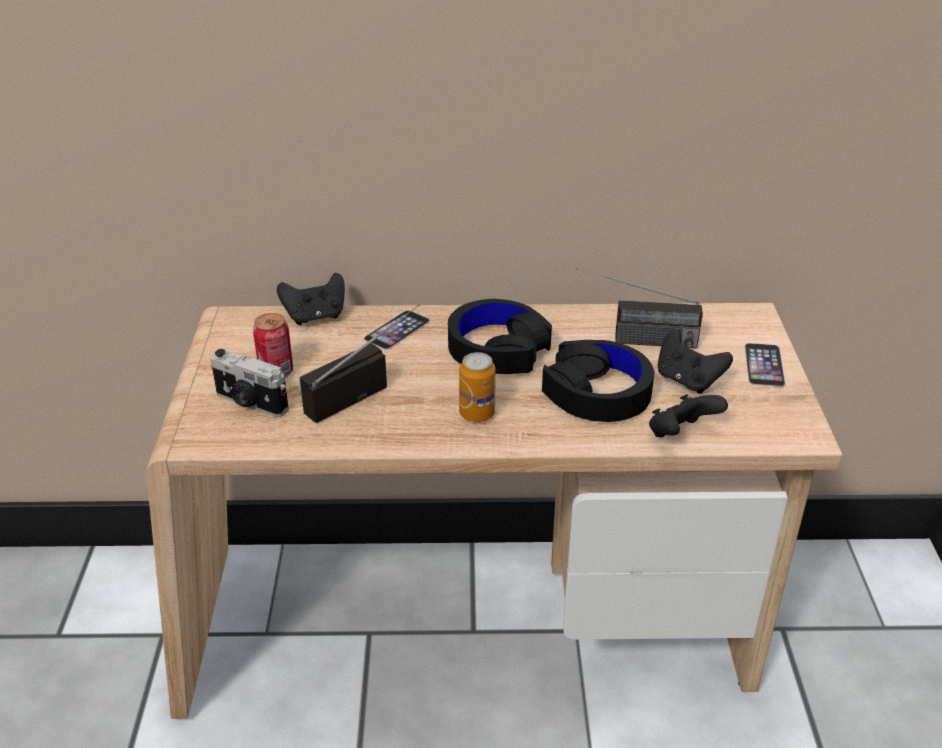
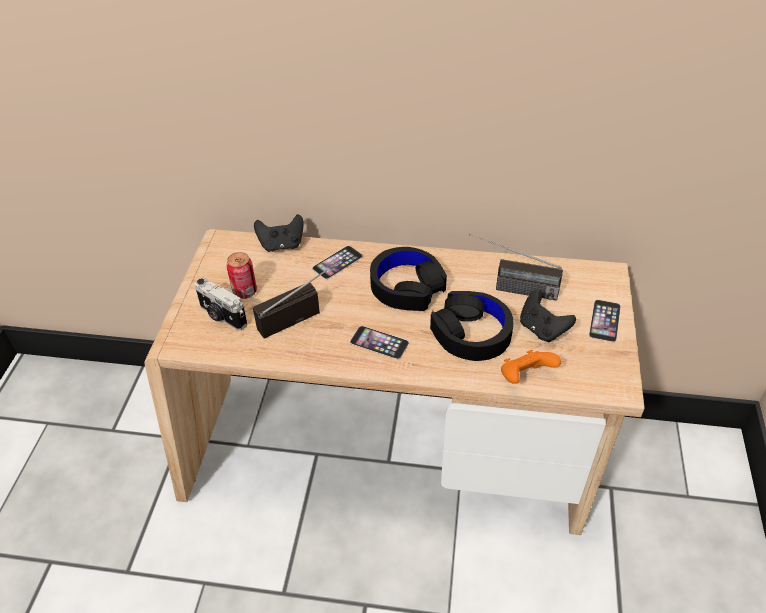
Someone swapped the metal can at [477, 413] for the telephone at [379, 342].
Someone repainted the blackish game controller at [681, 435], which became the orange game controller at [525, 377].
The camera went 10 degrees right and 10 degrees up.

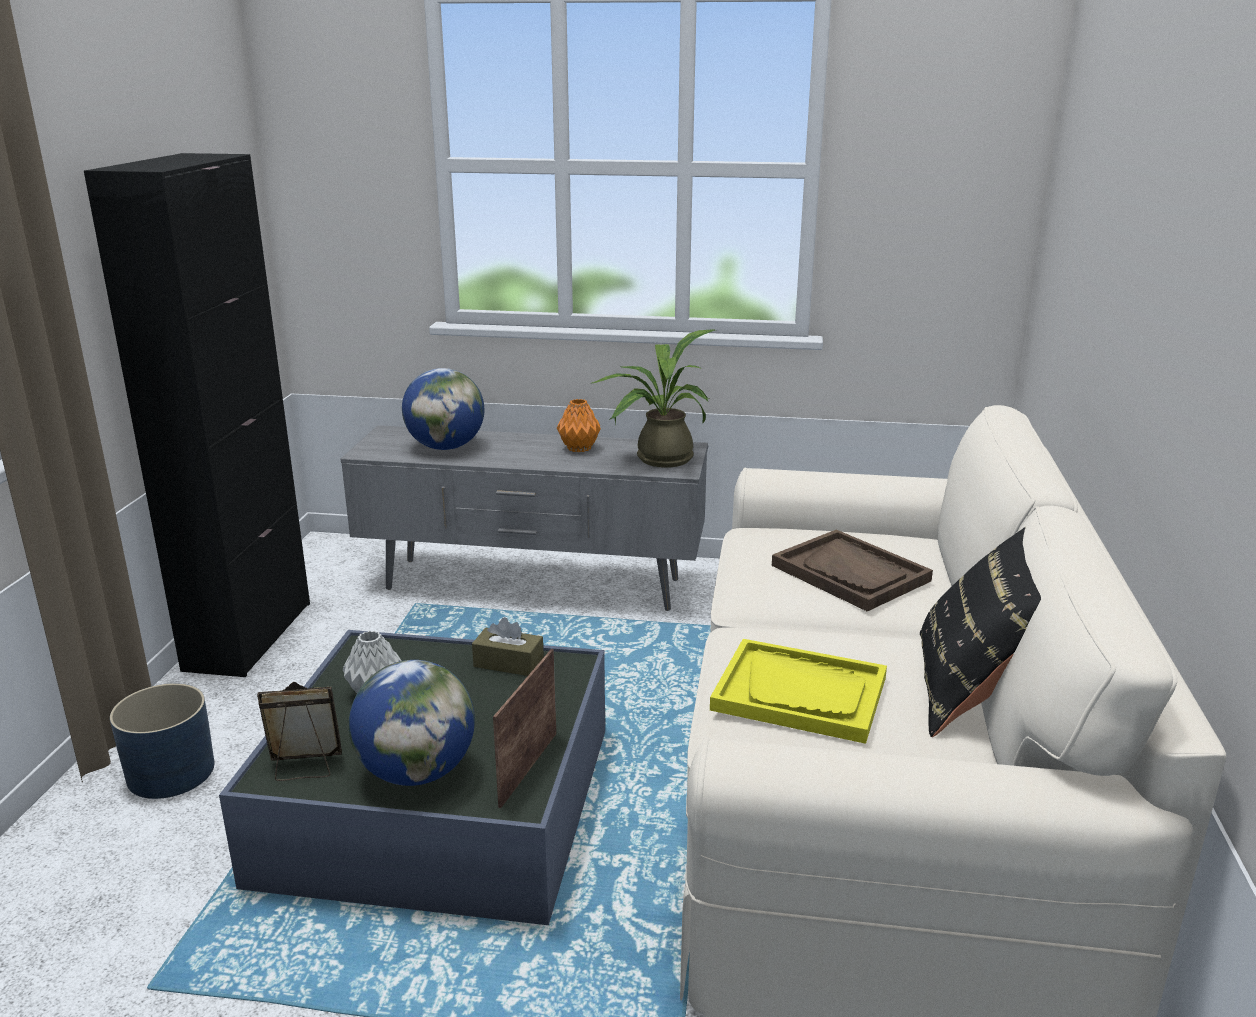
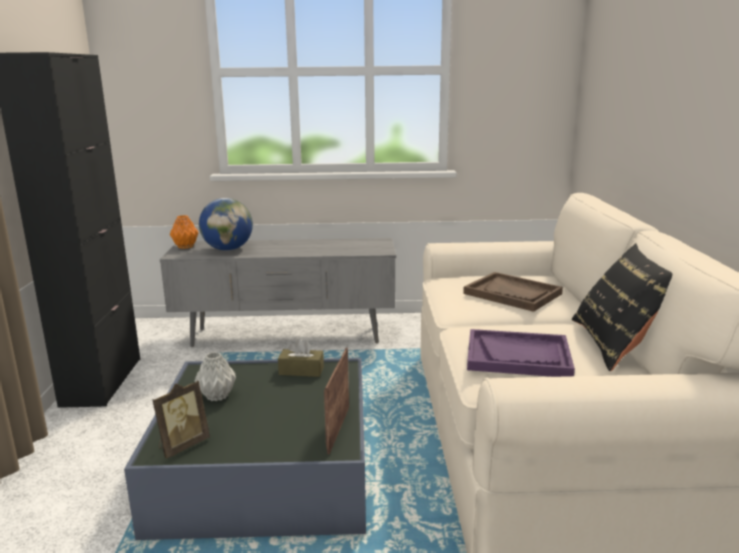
Someone took away the blue planter at [170, 772].
Someone took away the world globe at [416, 772].
Someone took away the potted plant at [657, 459].
Someone carried the orange flower vase from [579, 448] to [186, 246].
Someone repainted the yellowish carrying tray at [800, 694], which became the purple carrying tray at [518, 356].
Someone rotated the photo frame at [305, 768] by 150 degrees clockwise.
The camera went 10 degrees left and 5 degrees down.

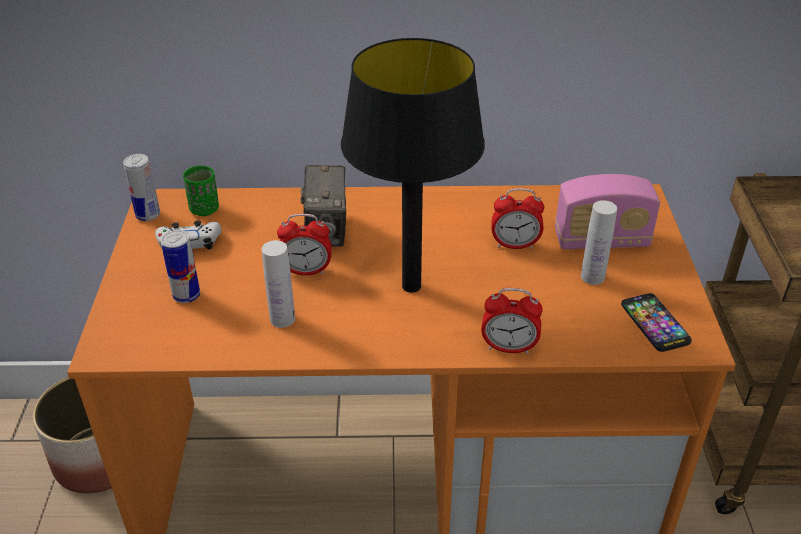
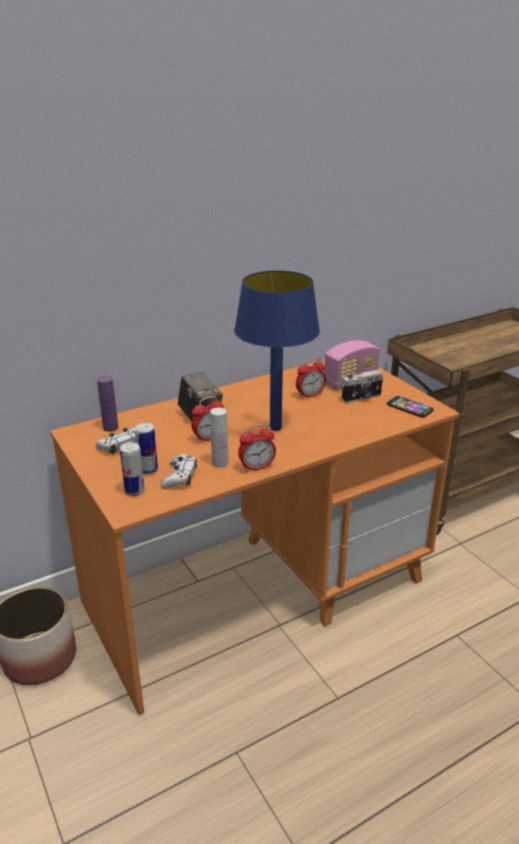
Someone put down the white game controller at [179, 477].
Someone carried the metal can from [148, 215] to [134, 491].
Someone carried the table clock from [509, 348] to [257, 467].
Someone swapped the green drinking cup at [204, 209] for the purple beverage bottle at [110, 428].
Someone swapped the white beverage bottle at [592, 277] for the photo camera at [362, 398].
Someone repainted the blackish lamp for a table at [410, 286], which became the blue lamp for a table at [275, 428].
The camera went 30 degrees left and 10 degrees down.

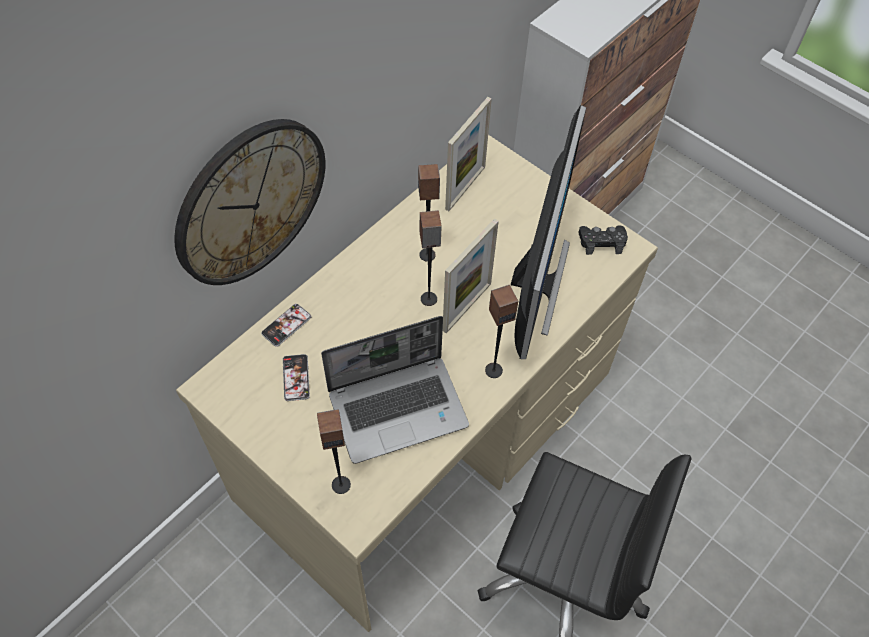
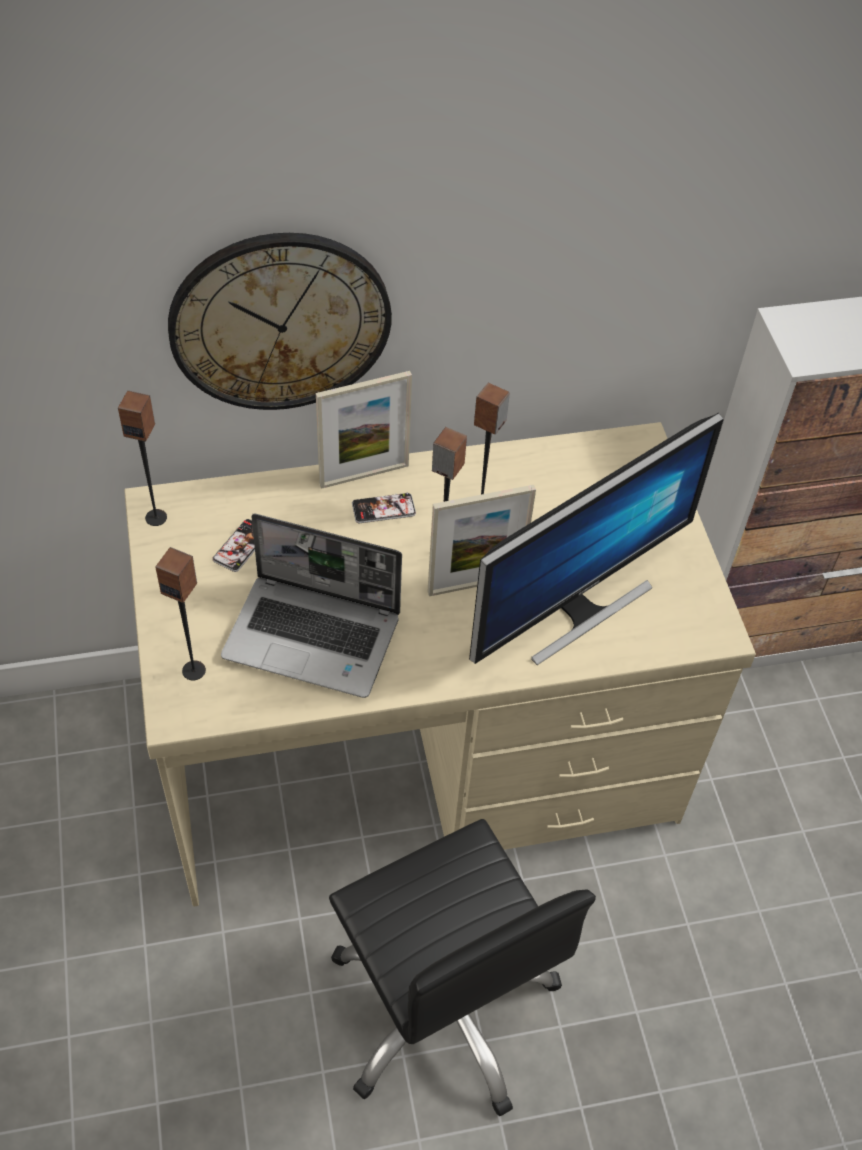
Someone took away the blackish game controller at [601, 242].
Someone carried the telephone from [286, 325] to [383, 509].
Someone carried the photo frame from [465, 188] to [364, 475].
Someone carried the speaker from [493, 370] to [156, 517].
The camera went 35 degrees right and 5 degrees down.

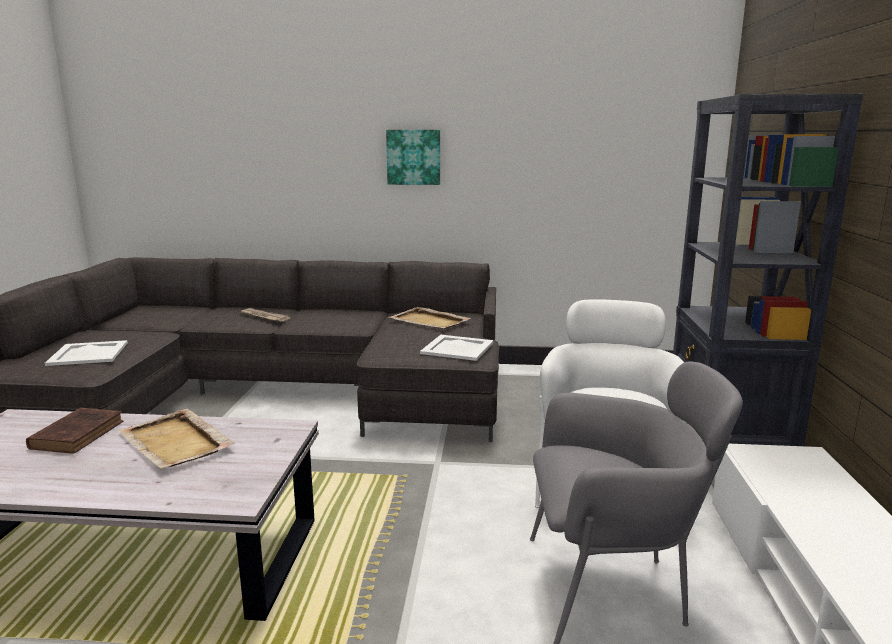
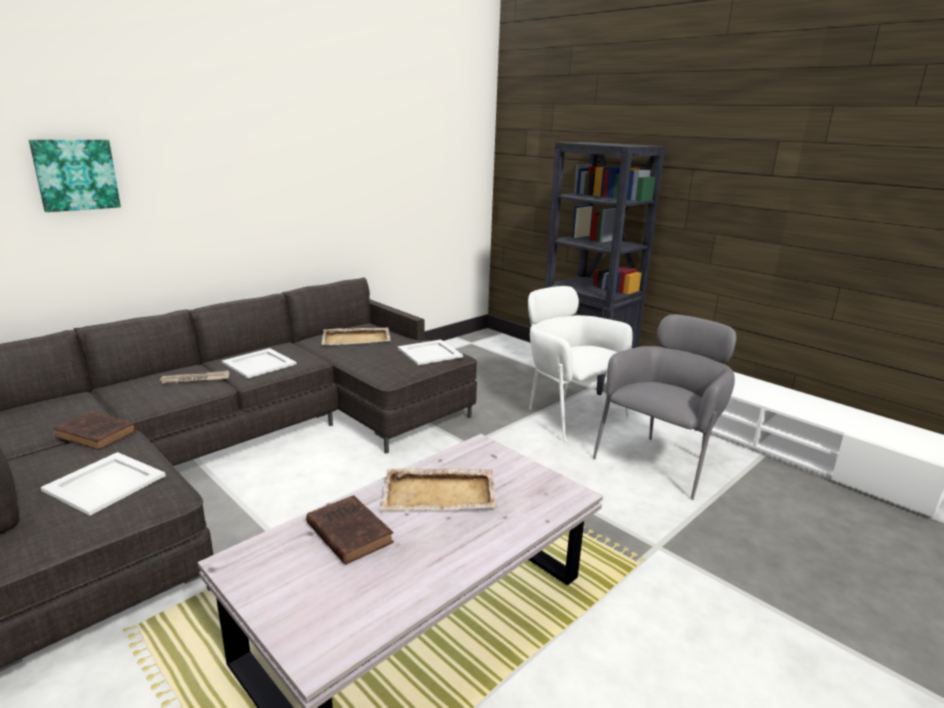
Someone put down the brown bound book at [98, 434].
Someone put down the white carrying tray at [259, 364].
Someone carried the picture from [413, 157] to [76, 174].
The camera went 50 degrees left and 5 degrees up.

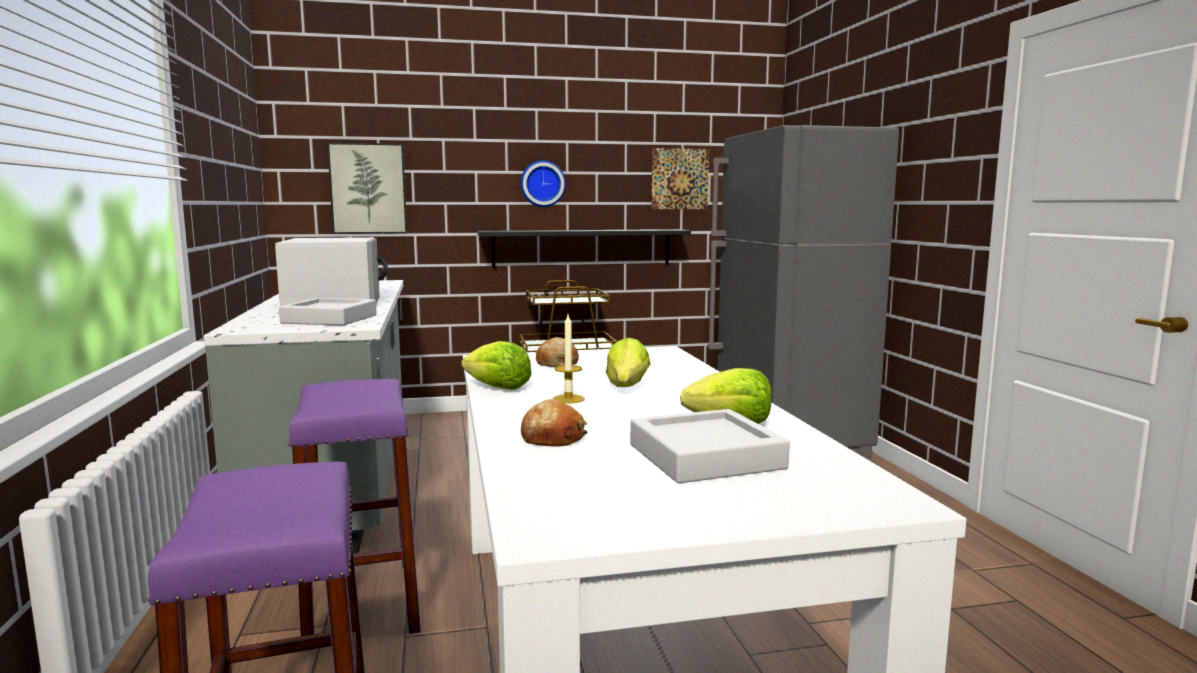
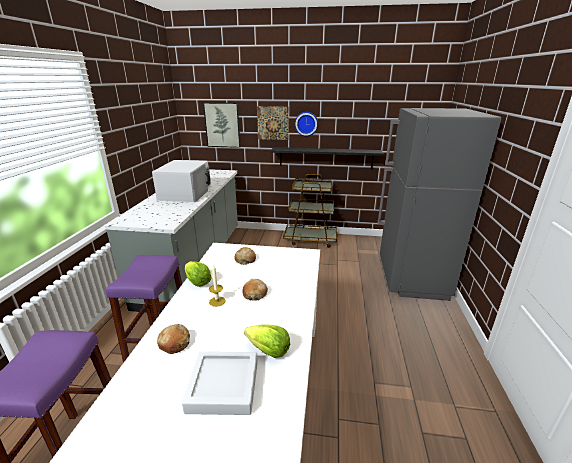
Someone took away the grey carrying tray at [330, 319].
Someone carried the picture from [680, 179] to [273, 123].
Someone swapped the lettuce at [627, 387] for the baked bread at [255, 293].
The camera went 20 degrees right and 15 degrees up.

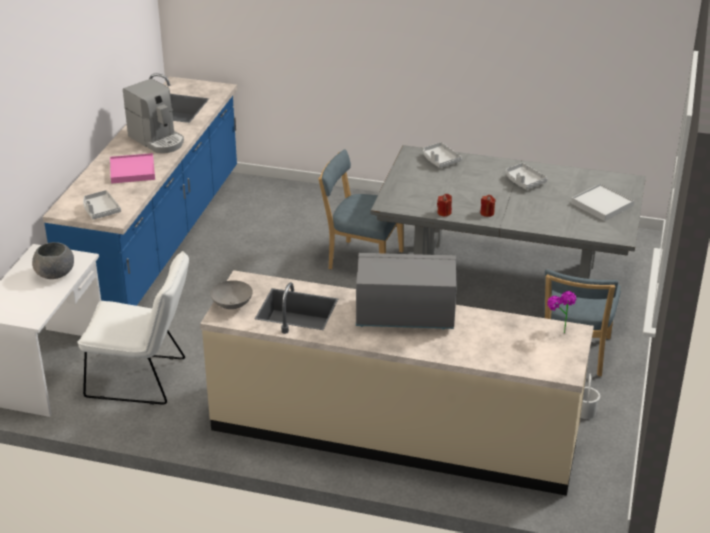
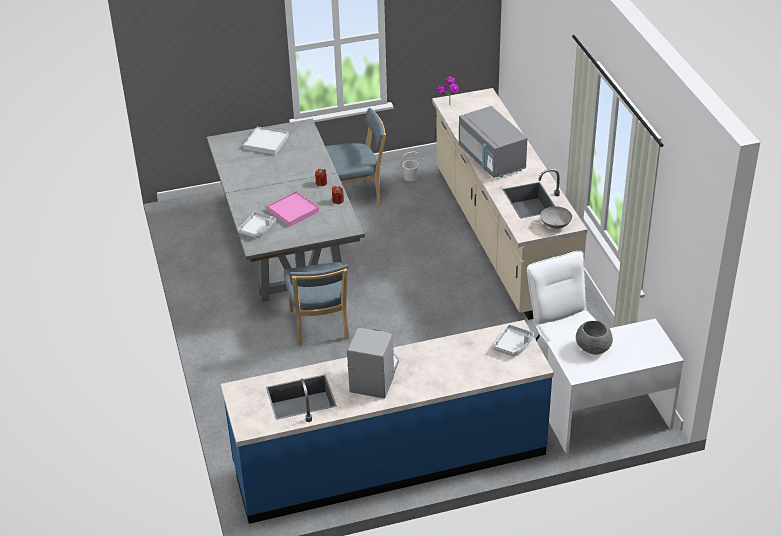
Someone took away the grey carrying tray at [524, 181].
Someone carried the pink-coloured carrying tray from [132, 171] to [293, 211].
The camera went 120 degrees left and 5 degrees up.

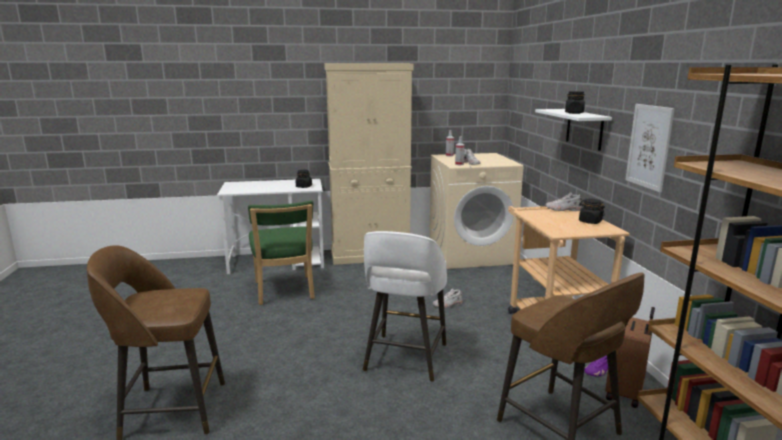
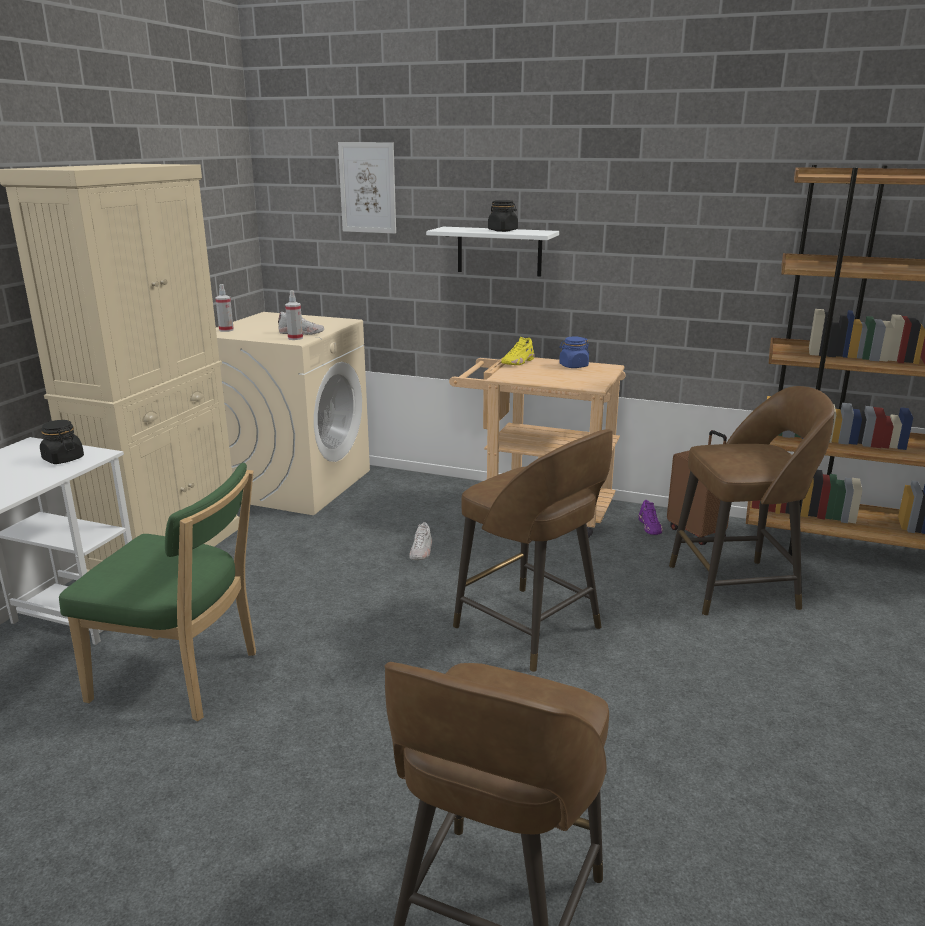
Someone carried the picture from [649, 146] to [368, 188].
Someone repainted the white stool at [405, 358], which became the brown stool at [530, 629].
Someone repainted the white item of footwear at [563, 209], which became the yellowish item of footwear at [518, 362].
Someone repainted the blackish preserve jar at [590, 222], which became the blue preserve jar at [573, 366].
The camera went 60 degrees left and 5 degrees up.

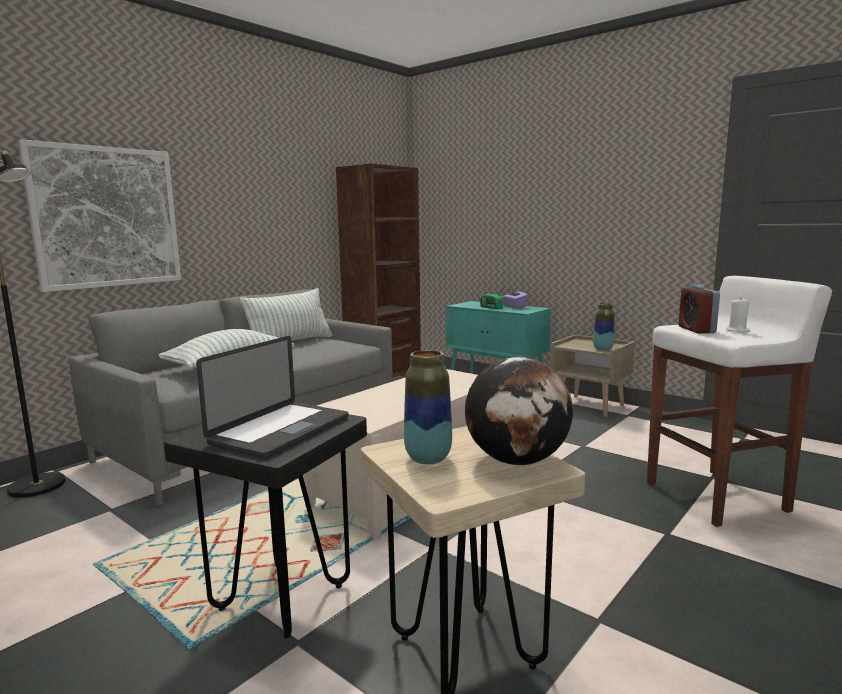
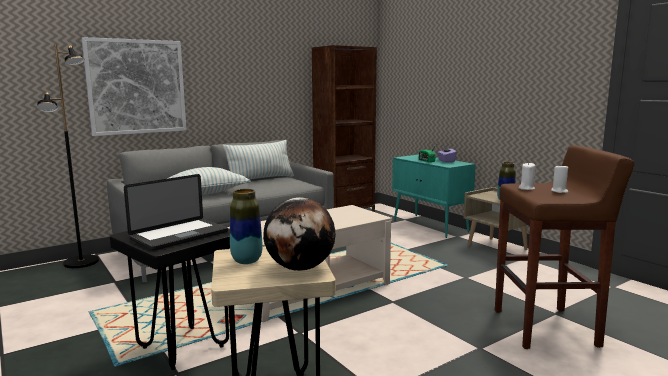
Someone swapped the table clock at [696, 330] for the white candle at [526, 188].
Someone repainted the white stool at [717, 497], which became the brown stool at [546, 328].
The camera went 15 degrees right and 0 degrees up.

